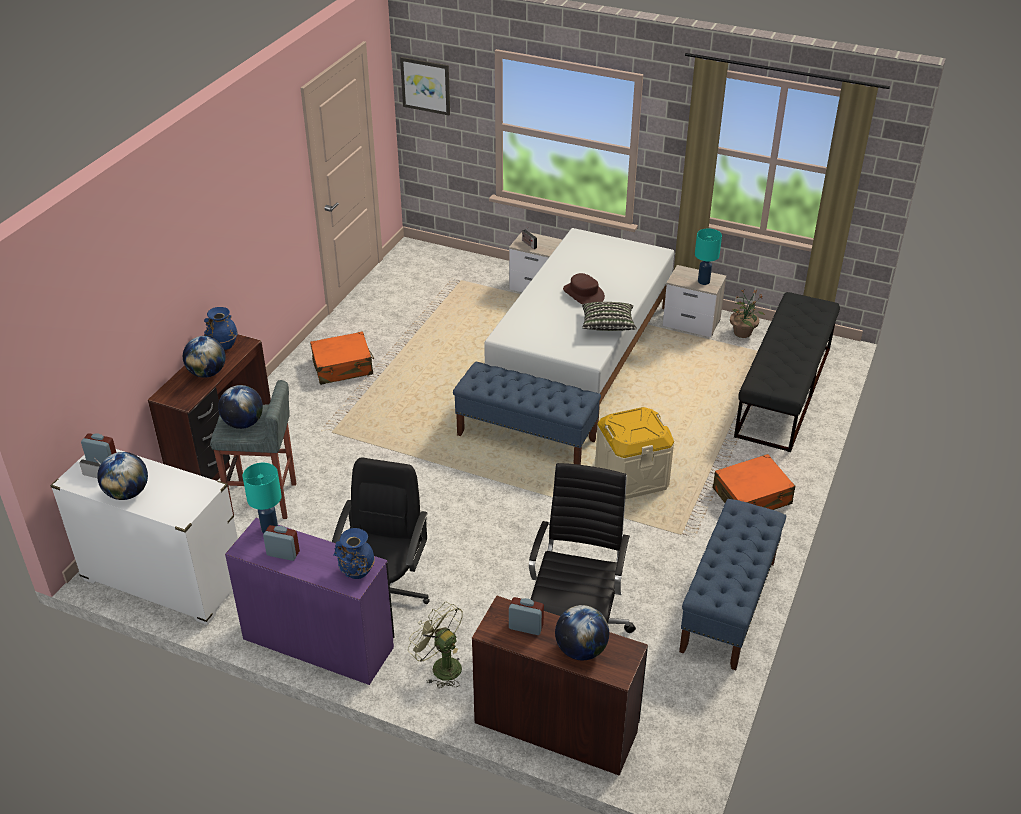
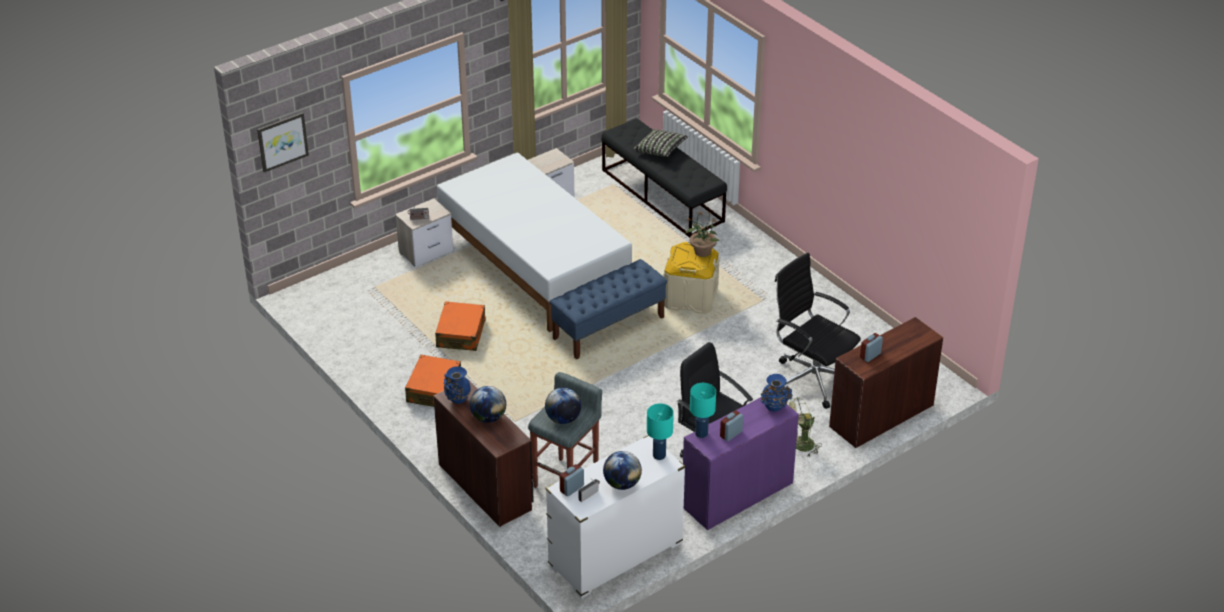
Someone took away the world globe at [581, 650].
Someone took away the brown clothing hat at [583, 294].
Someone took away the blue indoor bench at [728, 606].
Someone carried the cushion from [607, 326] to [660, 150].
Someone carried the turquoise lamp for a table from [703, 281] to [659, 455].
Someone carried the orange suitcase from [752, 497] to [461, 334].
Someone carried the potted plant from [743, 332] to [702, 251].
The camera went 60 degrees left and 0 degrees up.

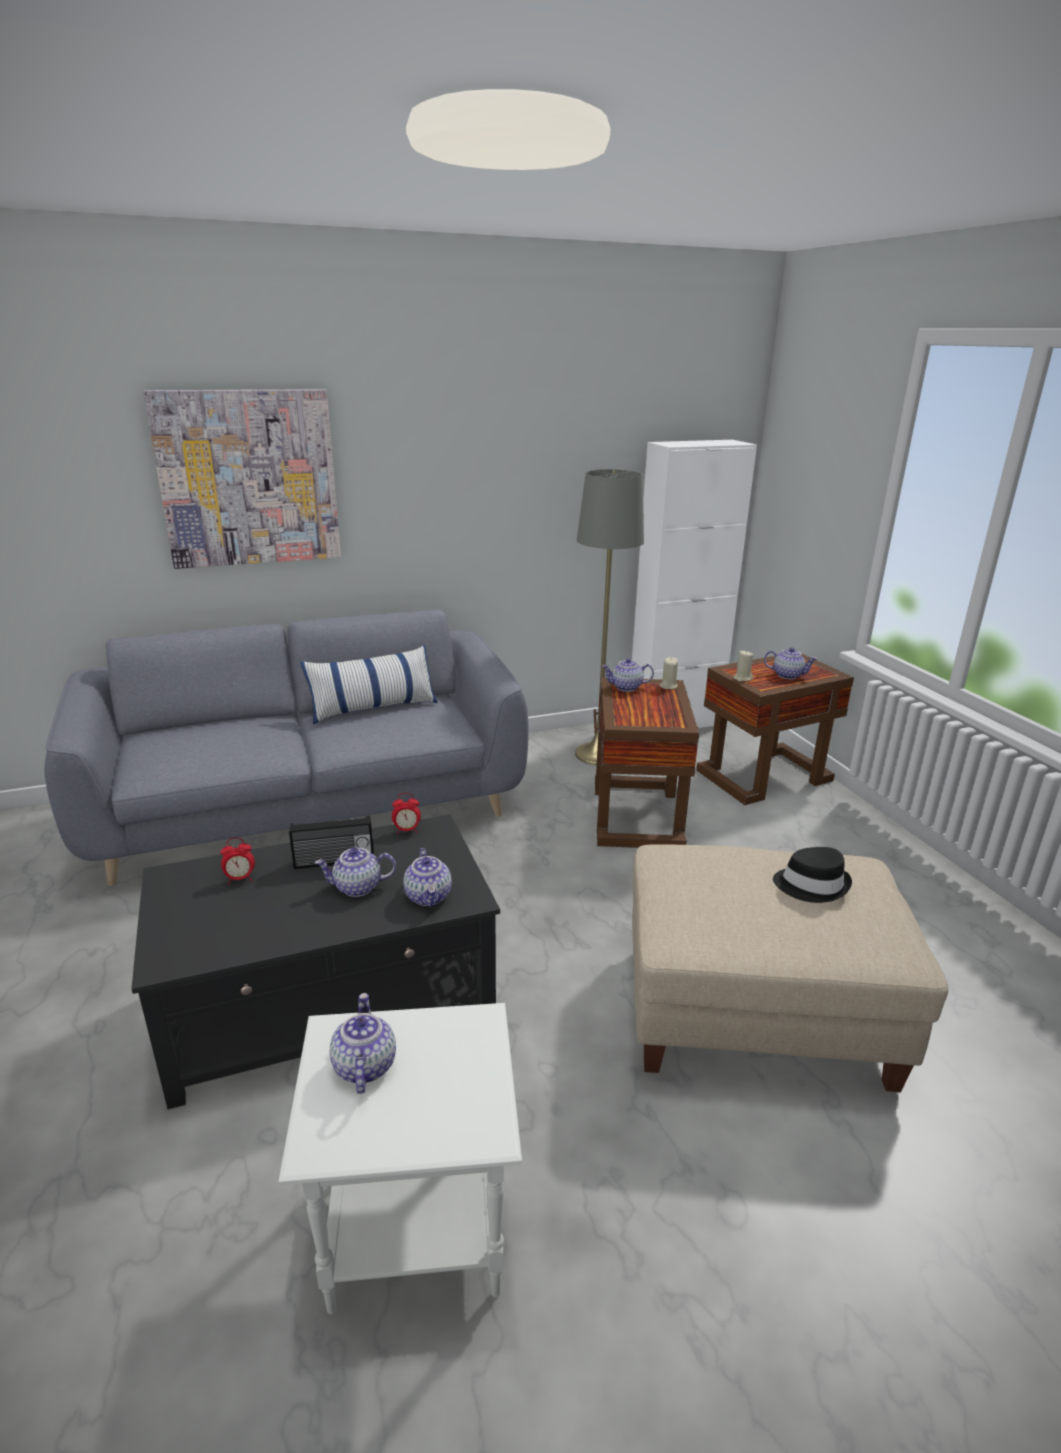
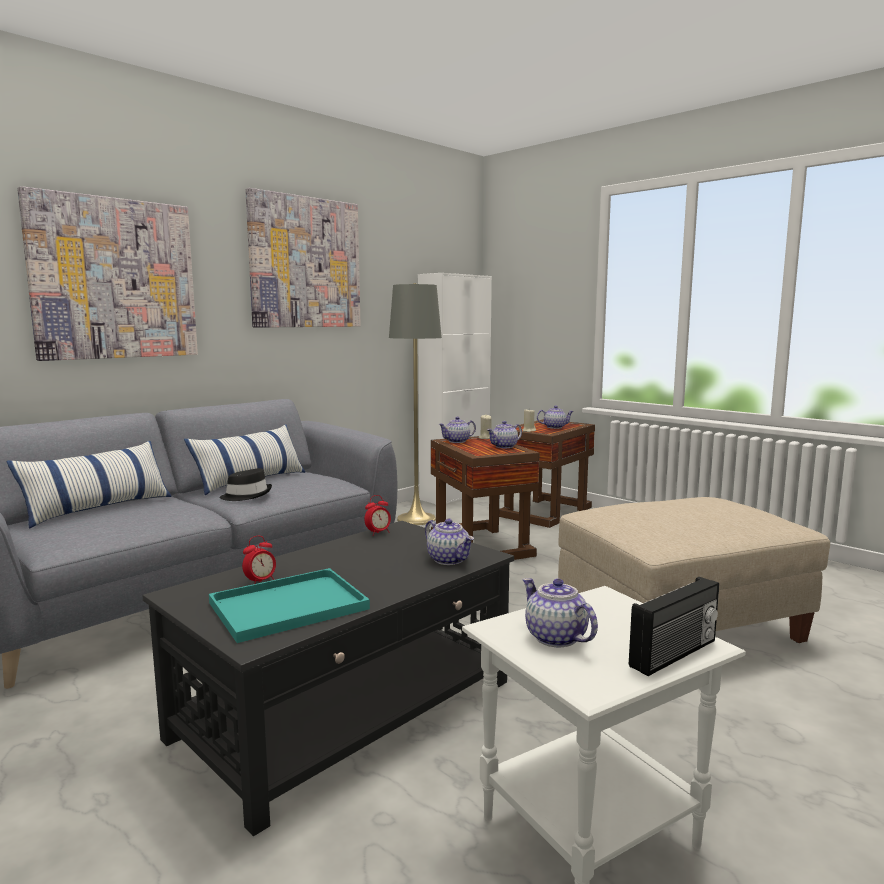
Someone put down the cushion at [98, 509].
Someone put down the turquoise carrying tray at [291, 605].
Someone put up the picture at [305, 263].
Someone carried the radio from [334, 861] to [675, 654].
Someone carried the tea pot from [357, 887] to [504, 446].
Someone carried the blackish clothing hat from [811, 884] to [247, 495].
The camera went 25 degrees left and 15 degrees down.

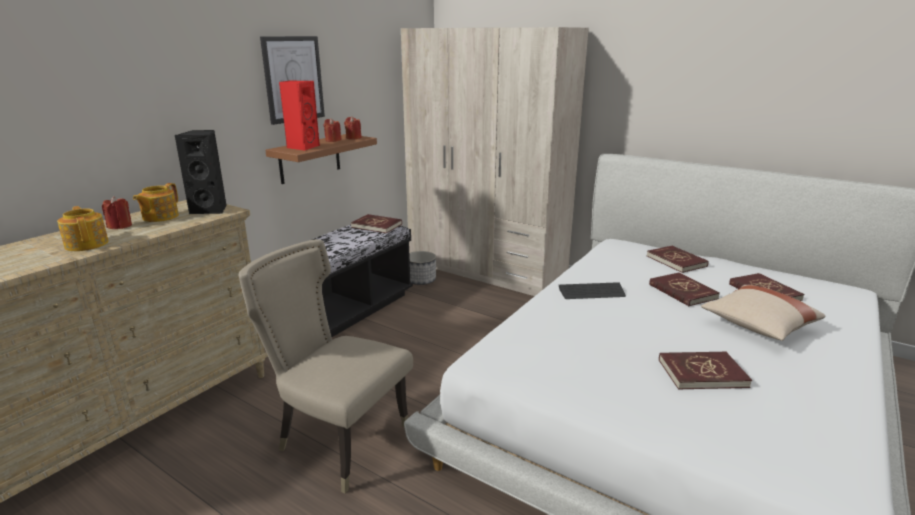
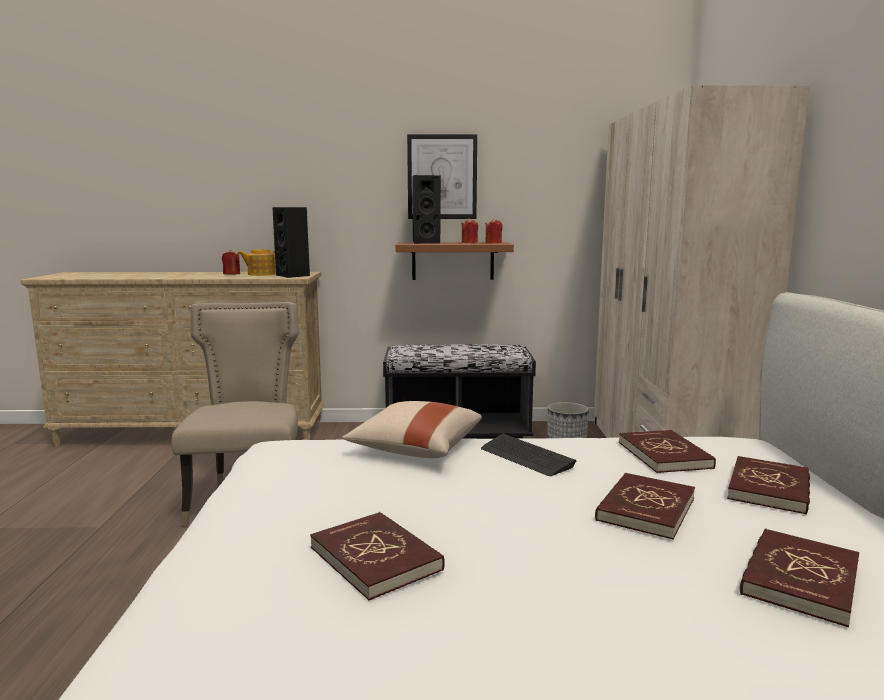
Someone took away the tea pot at [87, 244].
Someone carried the red bound book from [377, 226] to [664, 455].
Someone carried the sand-coloured cushion from [757, 326] to [415, 449].
Someone repainted the red speaker at [302, 147], which became the blackish speaker at [424, 243].
The camera went 55 degrees right and 10 degrees down.

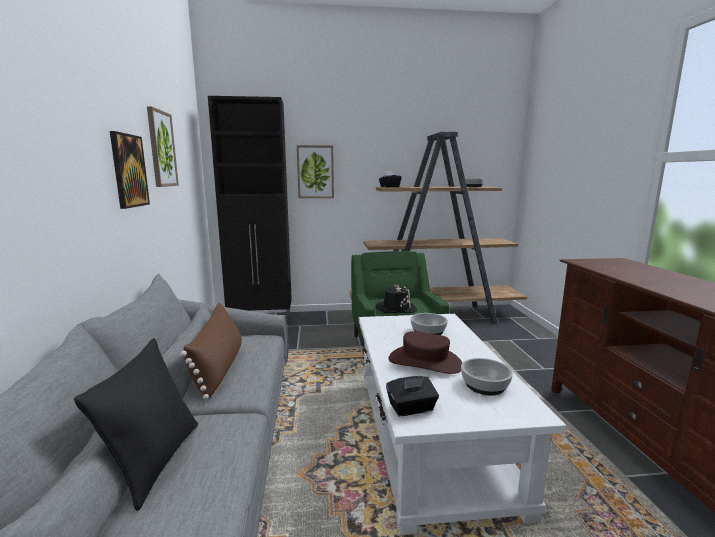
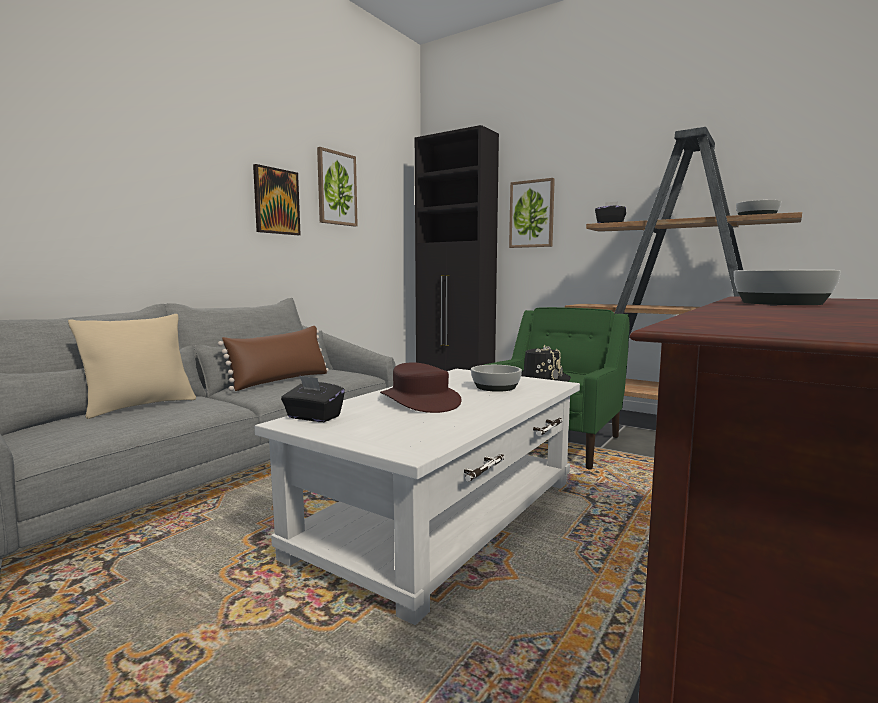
Someone carried the deep dish from [484, 385] to [780, 303].
Someone repainted the blackish cushion at [156, 461], which became the sand-coloured cushion at [140, 406].
The camera went 40 degrees right and 5 degrees down.

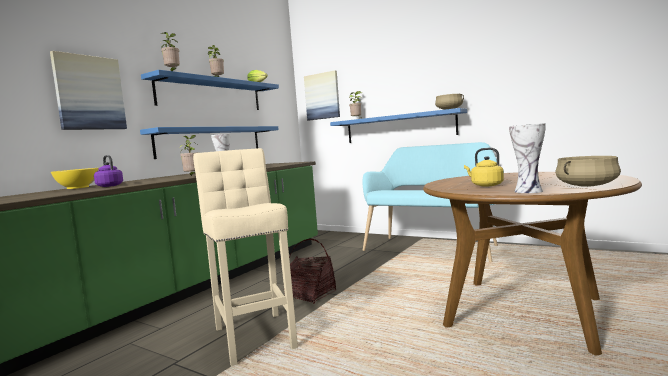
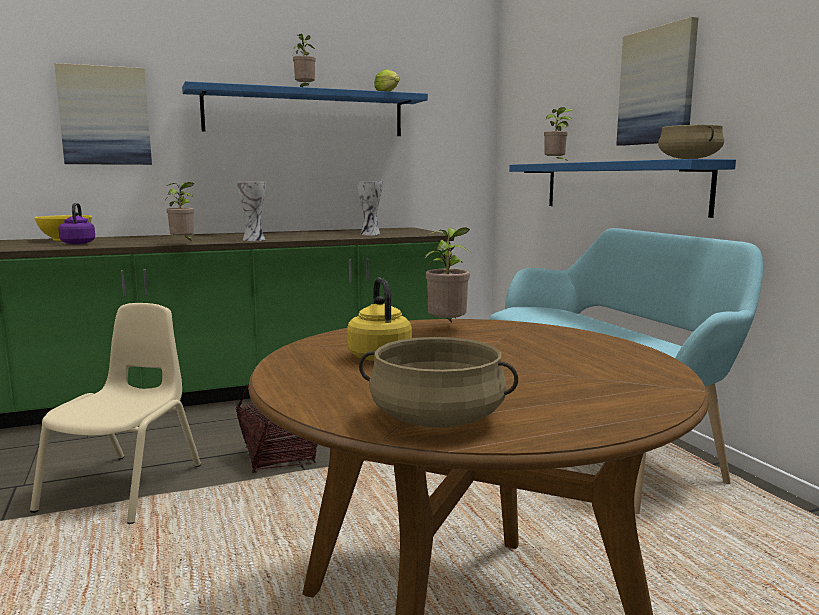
Someone took away the blue bracket shelf at [211, 141].
Someone carried the potted plant from [173, 71] to [448, 328].
Someone carried the picture from [322, 96] to [657, 86].
Someone carried the flower vase from [529, 191] to [371, 234].
Someone swapped the sand-coloured stool at [254, 335] for the sand-coloured chair at [125, 487].
The camera went 35 degrees right and 5 degrees up.

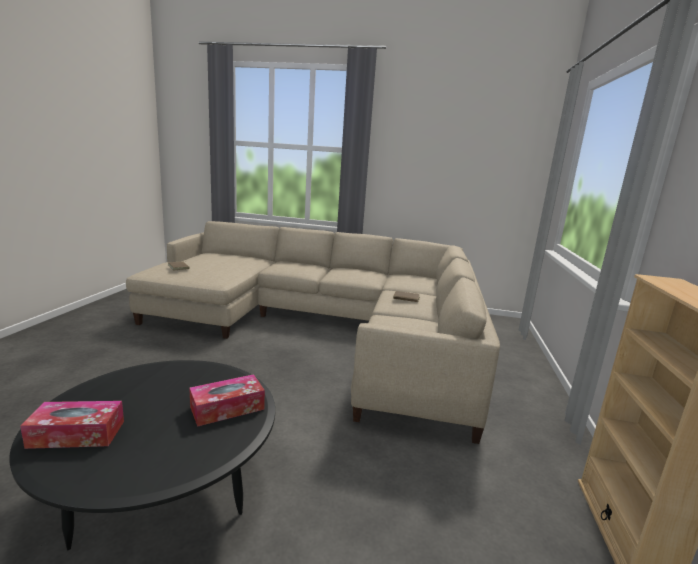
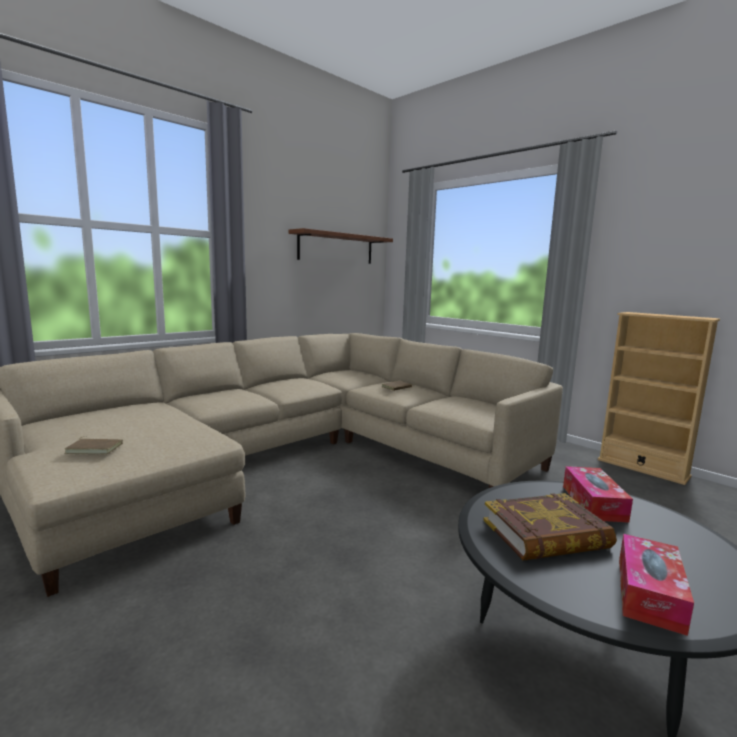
Someone put up the brown bracket shelf at [336, 248].
Someone put down the bound book at [546, 535].
The camera went 55 degrees left and 5 degrees down.

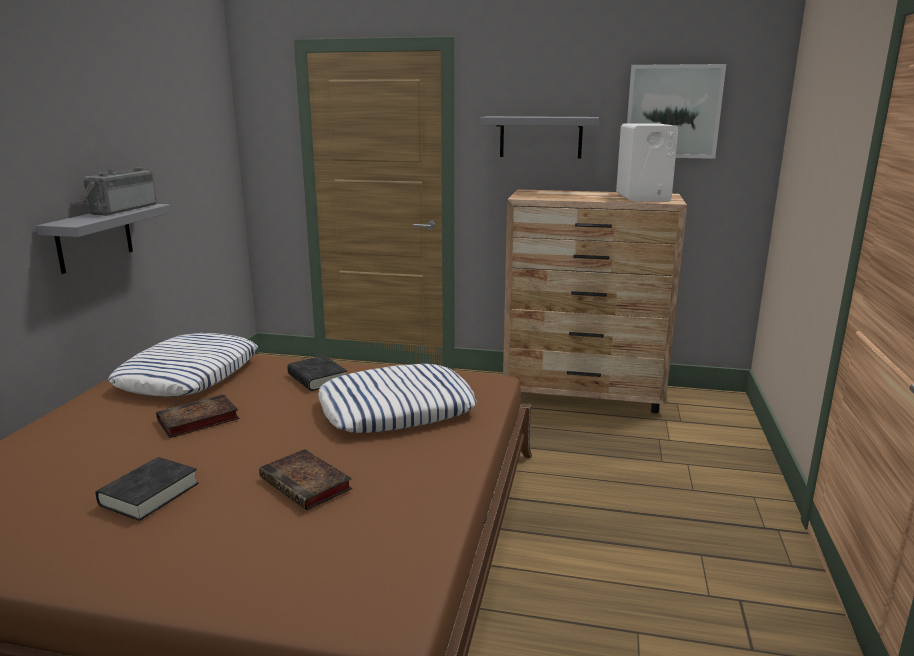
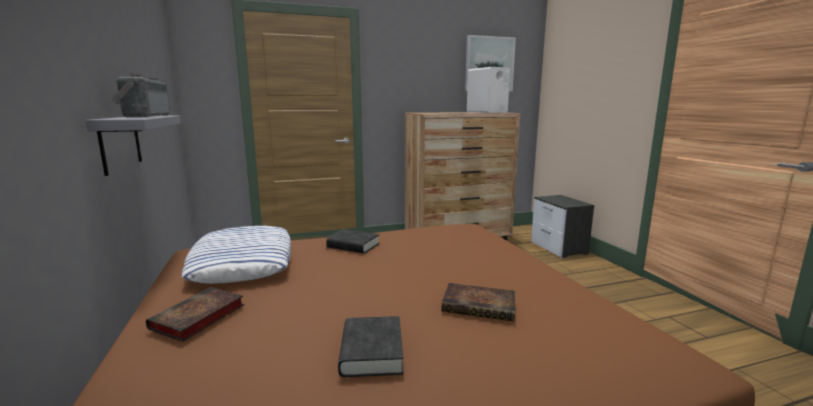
Someone took away the cushion at [396, 409].
Someone took away the grey bracket shelf at [540, 137].
Someone put down the bedside table at [559, 248].
Someone carried the bound book from [196, 421] to [197, 318].
The camera went 30 degrees left and 5 degrees down.

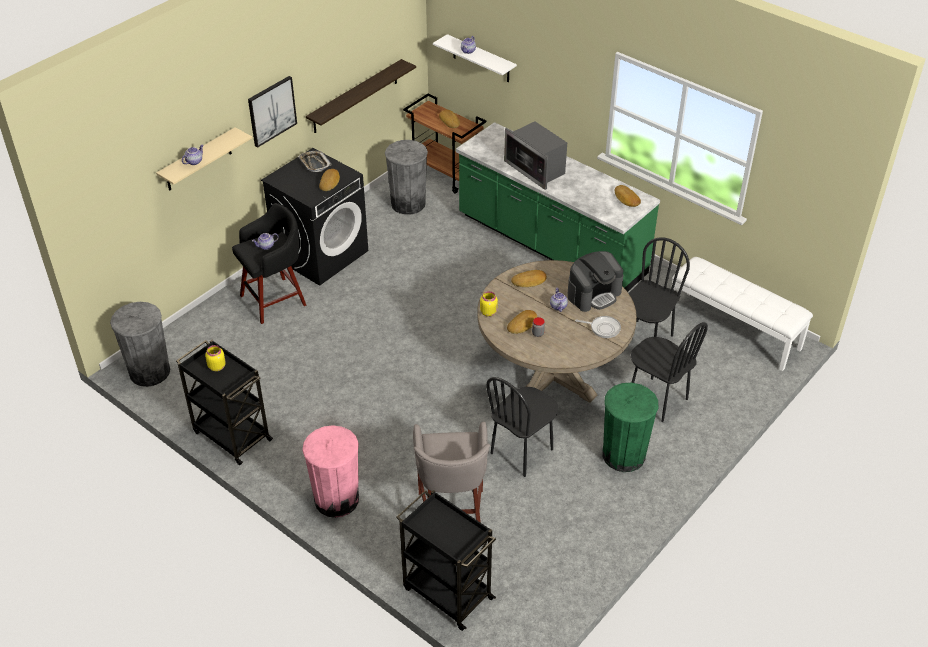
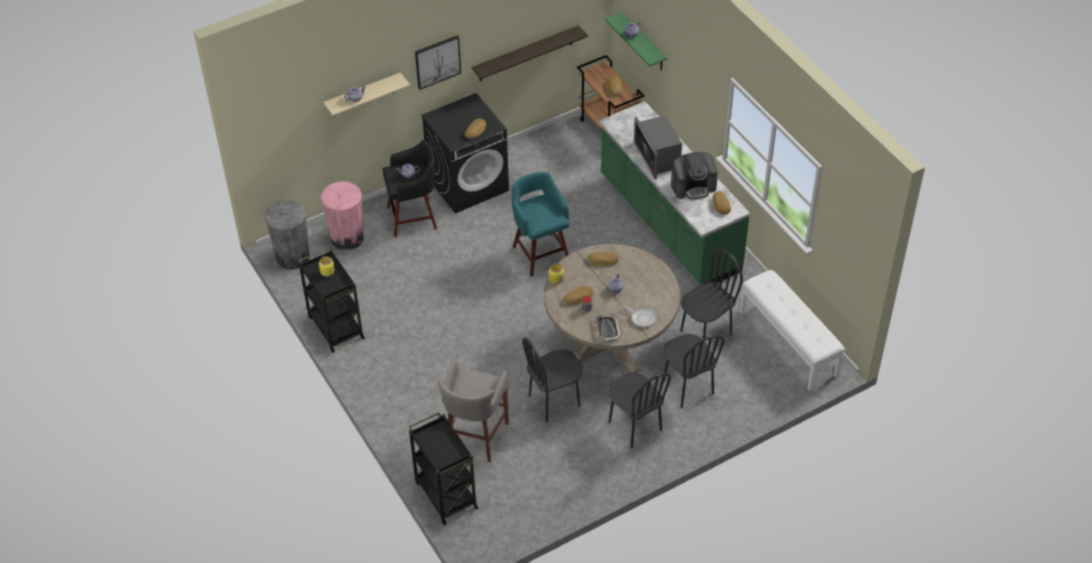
Someone took away the grey trash can at [408, 203].
Someone put down the turquoise stool at [540, 253].
Someone carried the carrying tray from [314, 163] to [607, 329].
Someone carried the pink-coloured trash can from [336, 499] to [347, 238].
Someone carried the coffee machine from [594, 294] to [693, 186].
Someone swapped the green trash can at [623, 455] for the blackish chair at [634, 426].
Someone repainted the white bracket shelf at [481, 59], which became the green bracket shelf at [644, 42].
The camera went 20 degrees right and 5 degrees up.

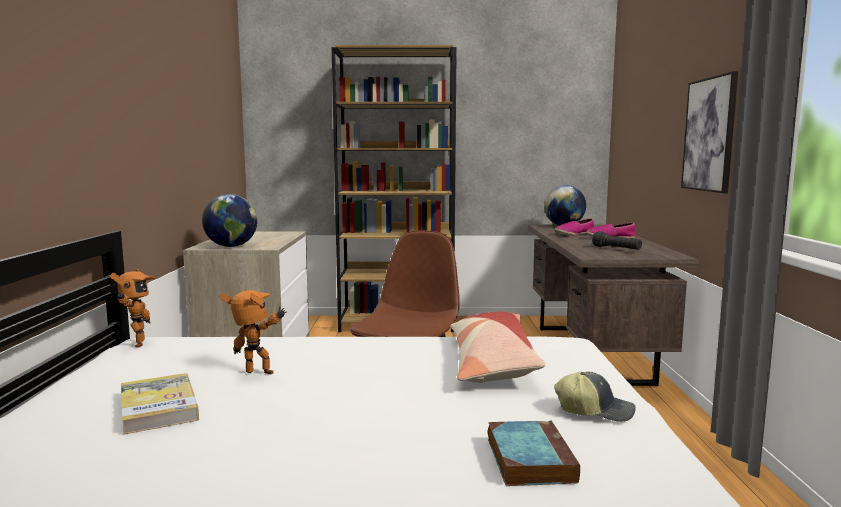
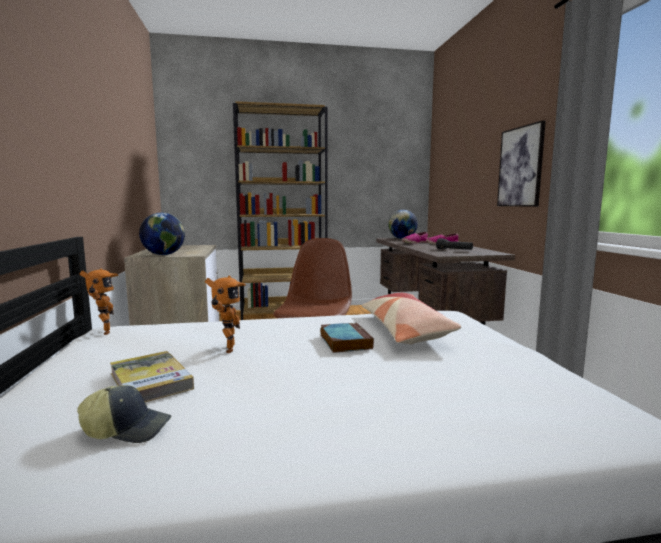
Someone carried the bound book from [528, 458] to [344, 341].
Someone carried the cap from [594, 410] to [127, 428].
Someone rotated the robot figure at [258, 374] by 90 degrees clockwise.
The camera went 10 degrees left and 0 degrees up.

